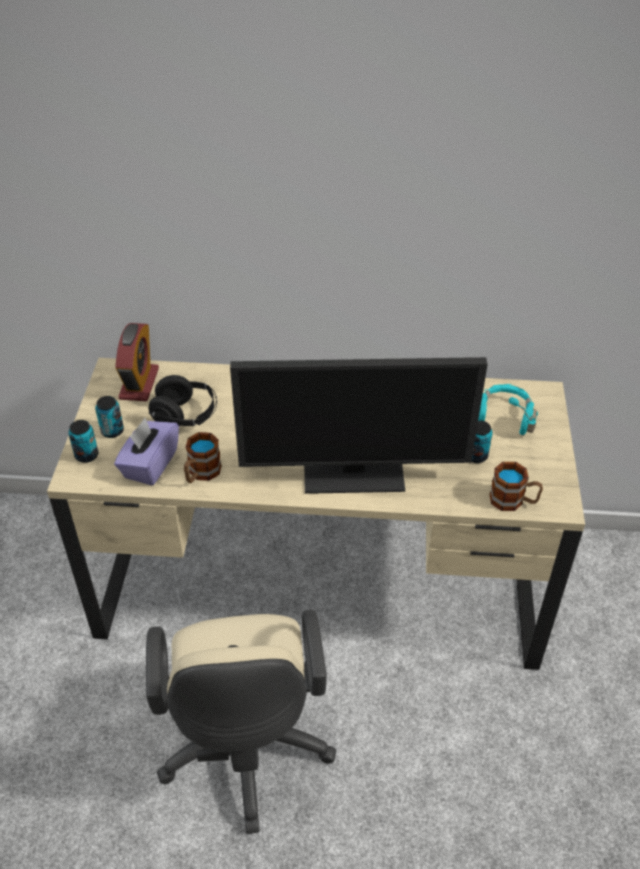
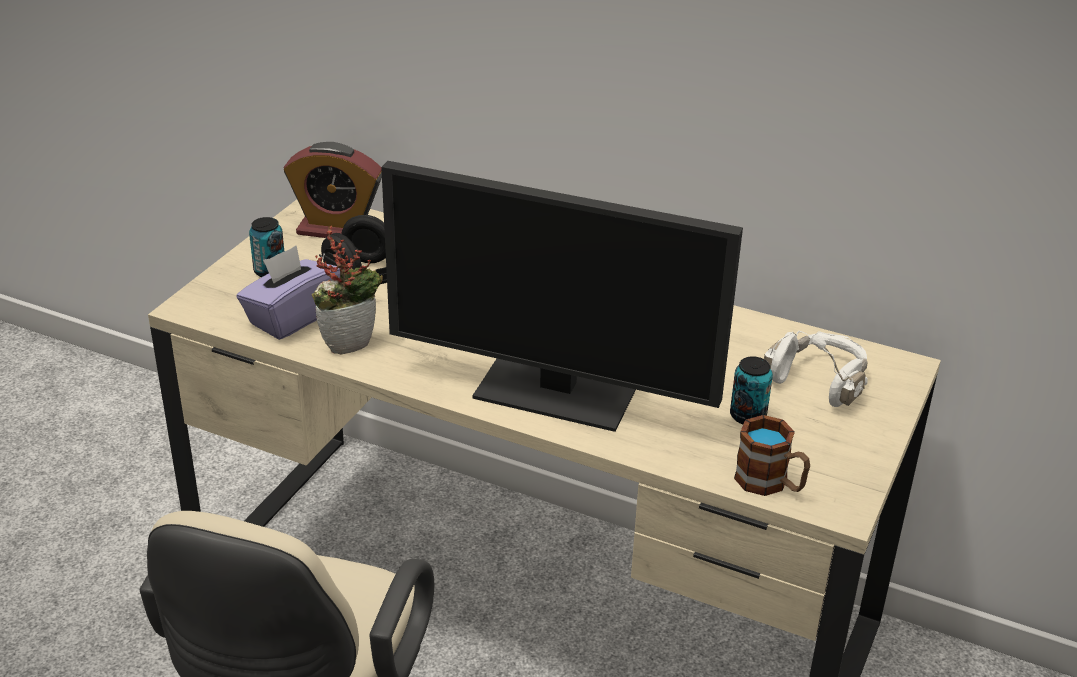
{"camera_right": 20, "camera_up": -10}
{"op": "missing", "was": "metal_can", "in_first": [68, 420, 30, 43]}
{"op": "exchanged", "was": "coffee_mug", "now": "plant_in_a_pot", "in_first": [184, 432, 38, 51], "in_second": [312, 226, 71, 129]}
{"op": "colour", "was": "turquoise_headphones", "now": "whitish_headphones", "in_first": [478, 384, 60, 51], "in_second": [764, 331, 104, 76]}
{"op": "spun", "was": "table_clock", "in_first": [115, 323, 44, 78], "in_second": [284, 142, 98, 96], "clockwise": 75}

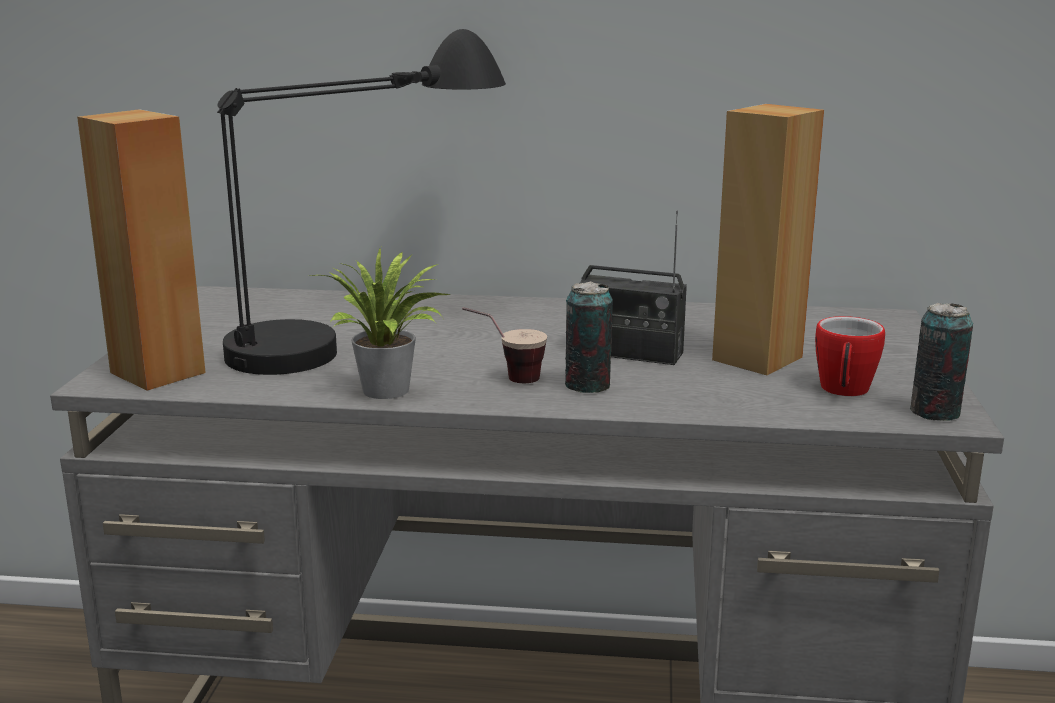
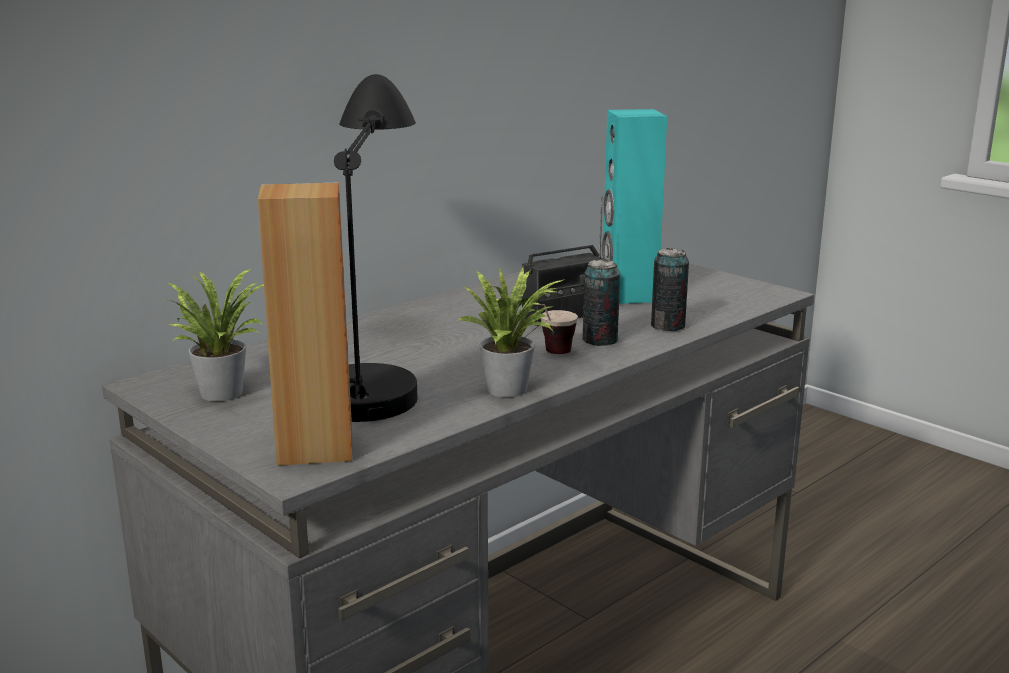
{"camera_right": -50, "camera_up": 0}
{"op": "missing", "was": "coffee_mug", "in_first": [815, 316, 70, 80]}
{"op": "appeared", "now": "plant_in_a_pot", "in_second": [165, 268, 99, 134]}
{"op": "relocated", "was": "metal_can", "in_first": [910, 303, 63, 118], "in_second": [651, 248, 38, 83]}
{"op": "colour", "was": "brownish_speaker", "now": "turquoise_speaker", "in_first": [712, 104, 112, 271], "in_second": [602, 109, 65, 195]}

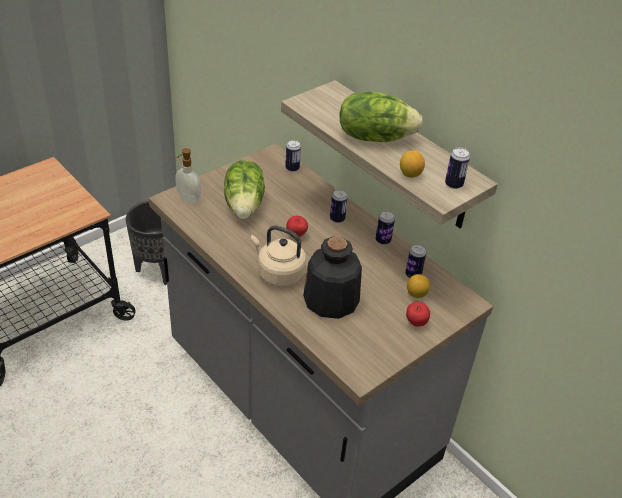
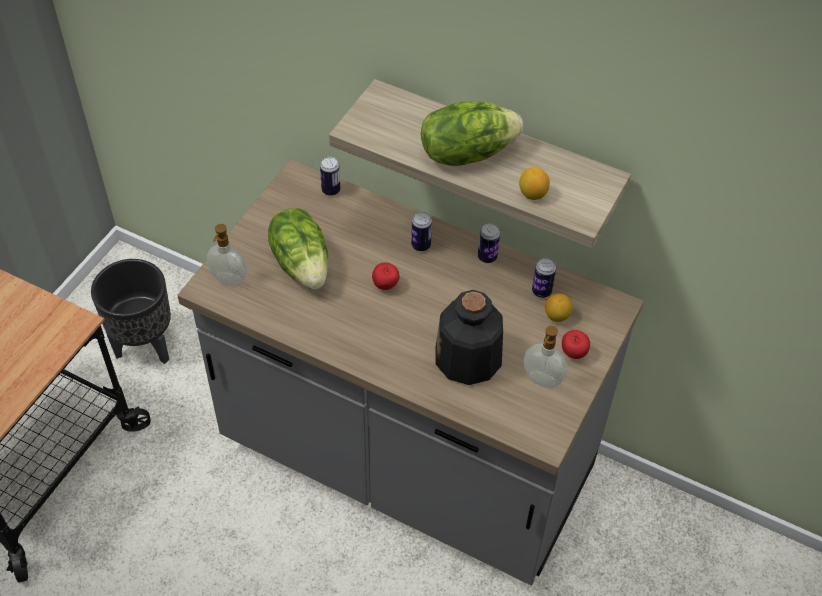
{"camera_right": -20, "camera_up": 10}
{"op": "missing", "was": "beige-coloured_water_kettle", "in_first": [251, 226, 55, 60]}
{"op": "missing", "was": "metal_can", "in_first": [445, 147, 25, 42]}
{"op": "appeared", "now": "soap_bottle", "in_second": [524, 326, 43, 62]}

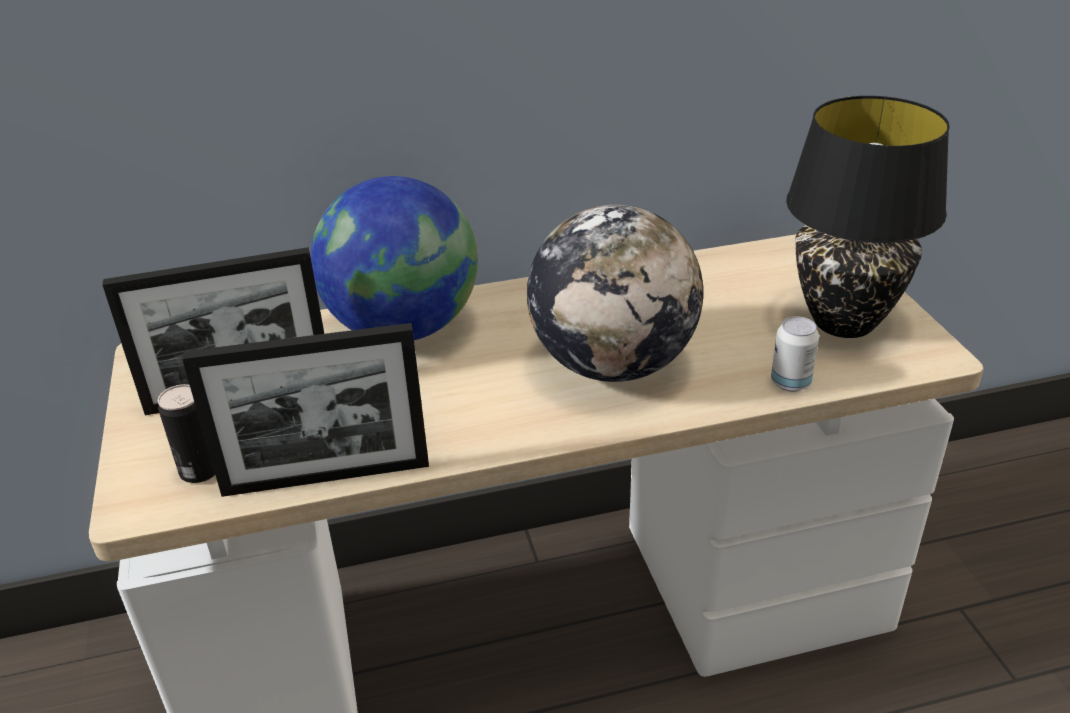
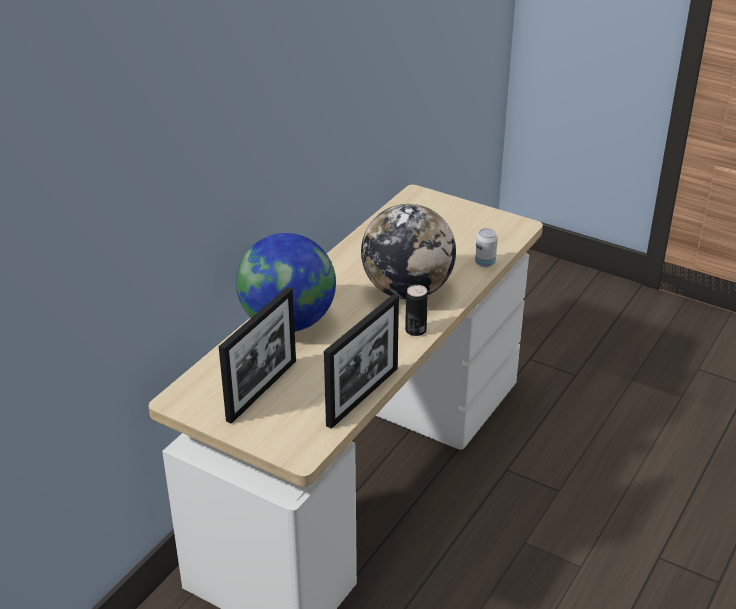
{"camera_right": -45, "camera_up": 0}
{"op": "missing", "was": "black-coloured_tabletop_lamp", "in_first": [786, 96, 164, 242]}
{"op": "relocated", "was": "metal_can", "in_first": [158, 384, 57, 99], "in_second": [405, 285, 23, 51]}

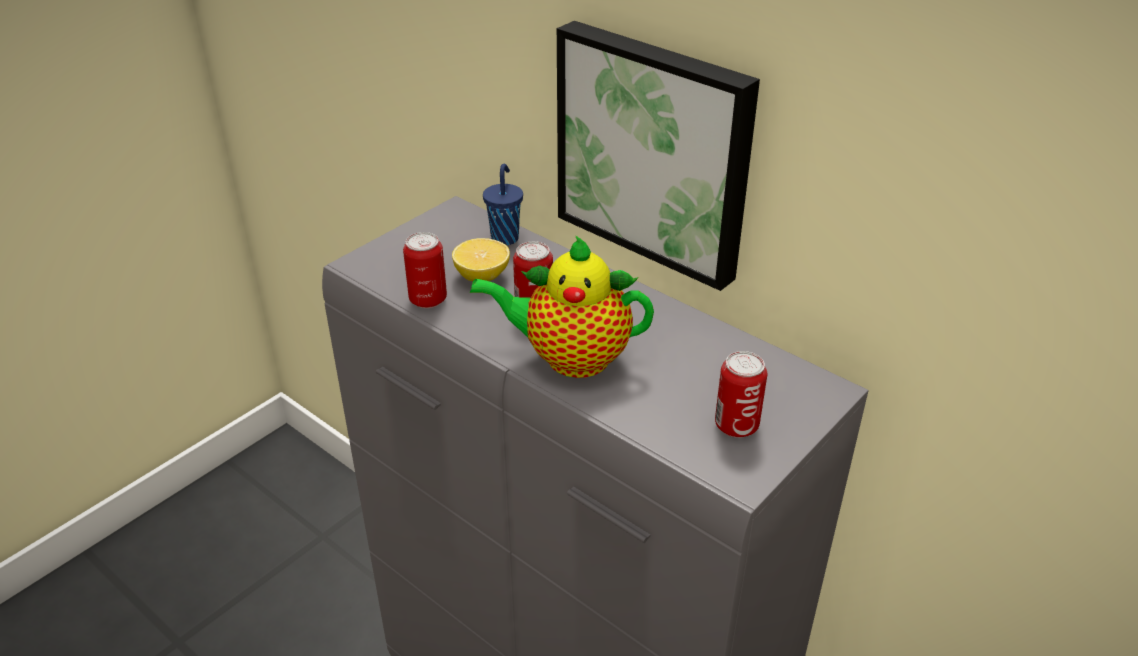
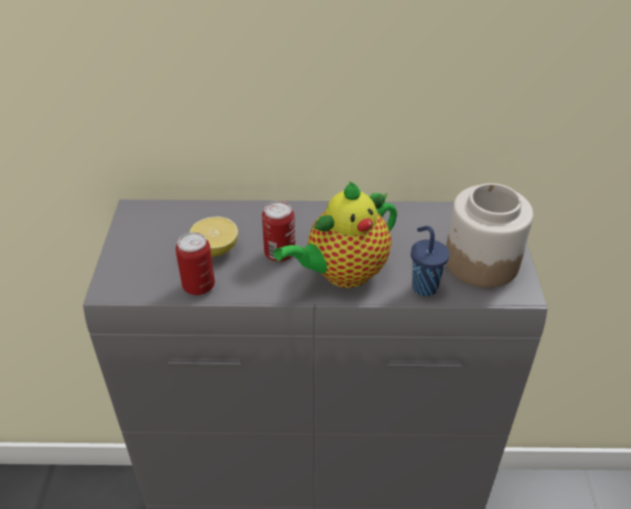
{"camera_right": -40, "camera_up": 5}
{"op": "missing", "was": "picture", "in_first": [557, 21, 203, 270]}
{"op": "relocated", "was": "bluish_cup", "in_first": [483, 164, 40, 82], "in_second": [411, 226, 39, 70]}
{"op": "exchanged", "was": "metal_can", "now": "preserve_jar", "in_first": [715, 351, 53, 87], "in_second": [446, 183, 87, 105]}

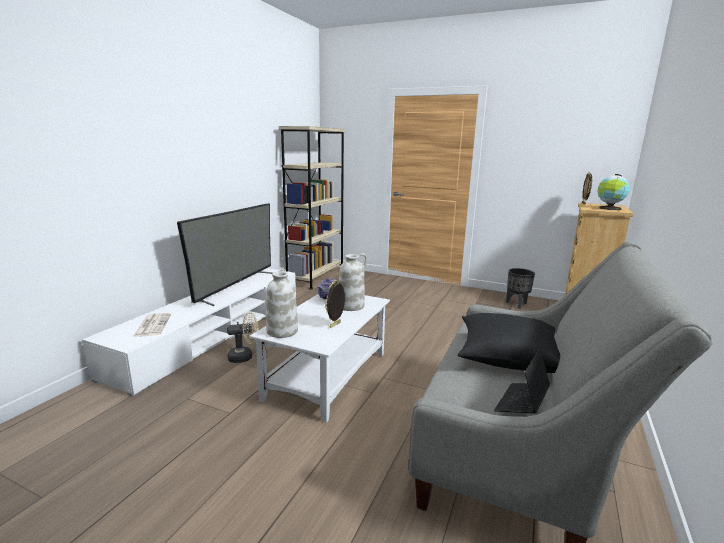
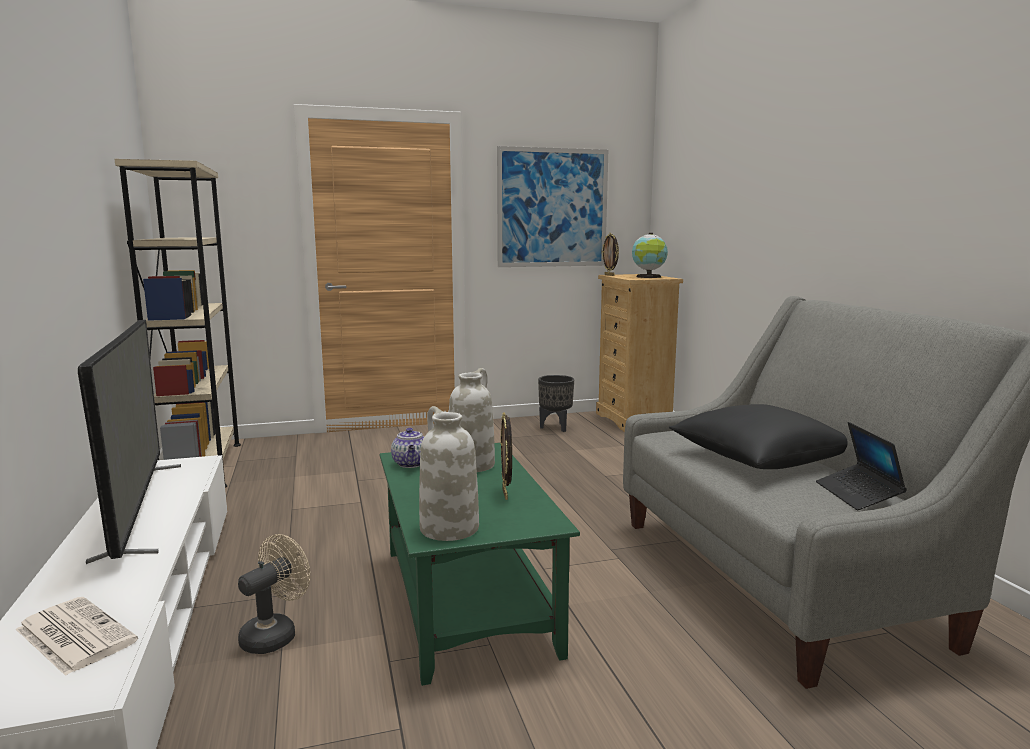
{"camera_right": -40, "camera_up": -5}
{"op": "appeared", "now": "picture", "in_second": [497, 146, 111, 121]}
{"op": "colour", "was": "whitish_coffee_table", "now": "green_coffee_table", "in_first": [250, 294, 140, 129], "in_second": [380, 443, 200, 243]}

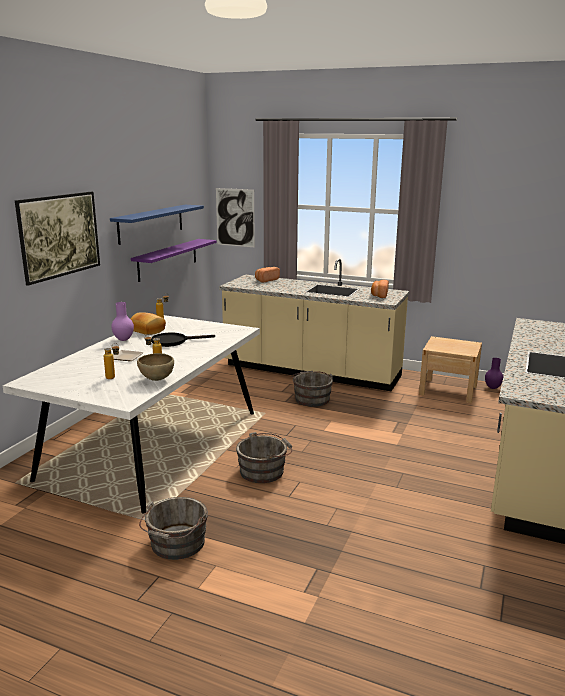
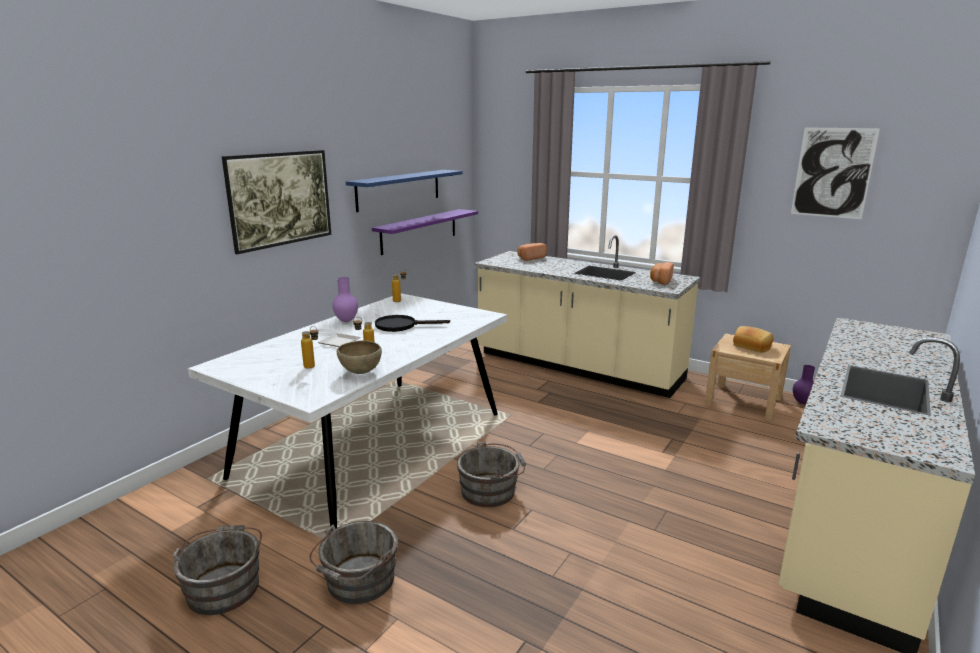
{"camera_right": 10, "camera_up": 0}
{"op": "relocated", "was": "bakery_bread", "in_first": [130, 313, 36, 22], "in_second": [733, 326, 41, 27]}
{"op": "relocated", "was": "picture", "in_first": [216, 188, 39, 59], "in_second": [791, 127, 89, 92]}
{"op": "relocated", "was": "gray_pail", "in_first": [292, 371, 41, 36], "in_second": [173, 525, 89, 90]}

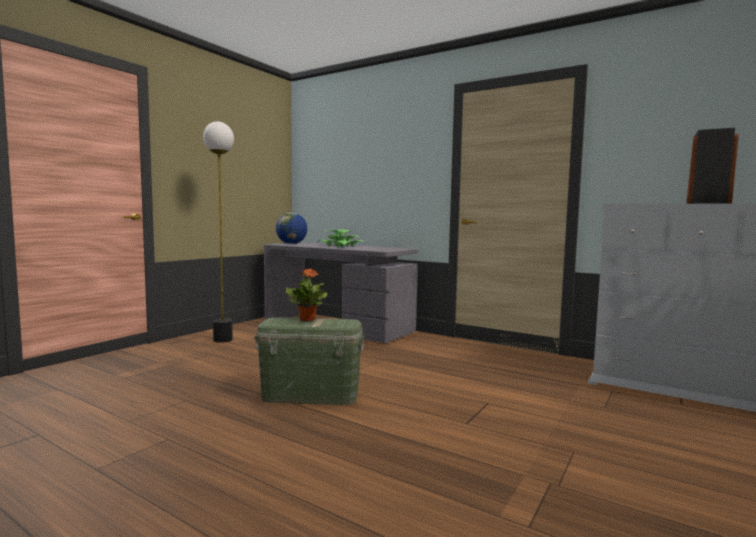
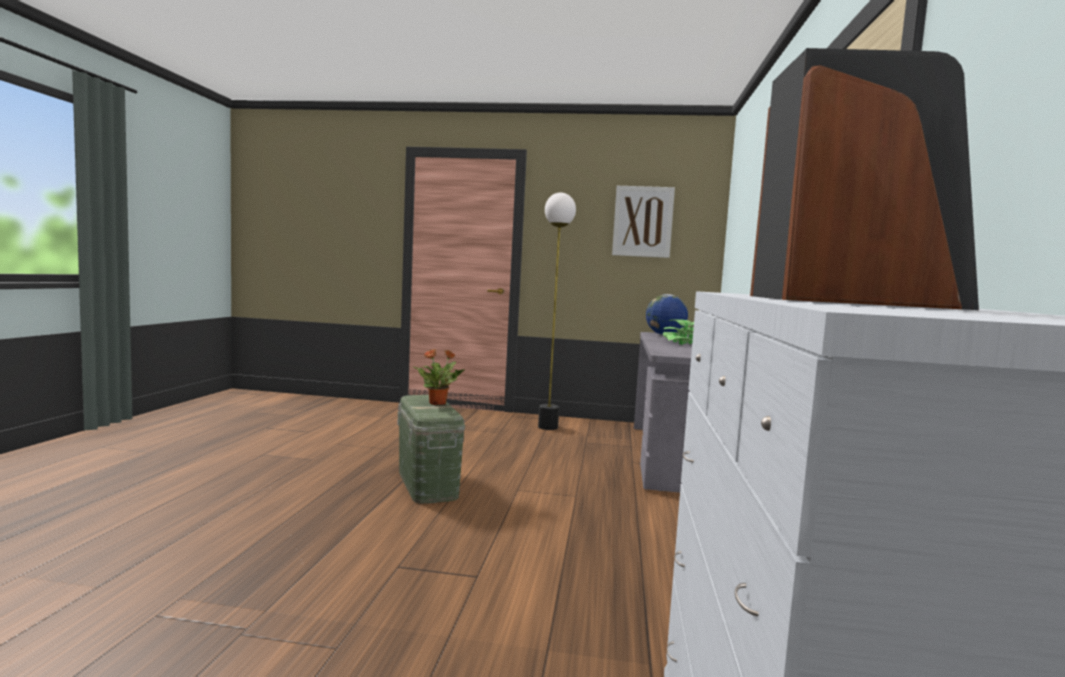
{"camera_right": 65, "camera_up": 0}
{"op": "appeared", "now": "picture", "in_second": [612, 186, 63, 72]}

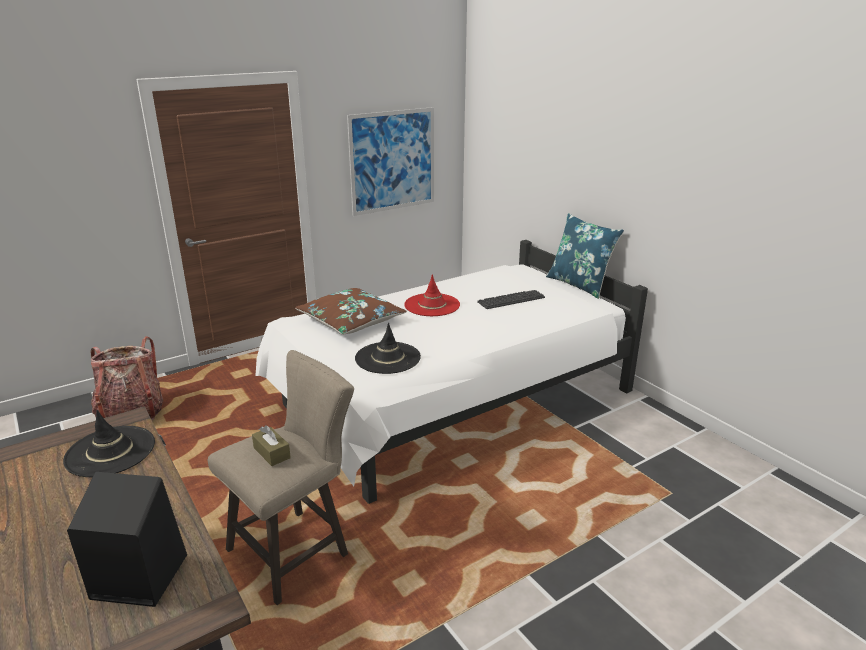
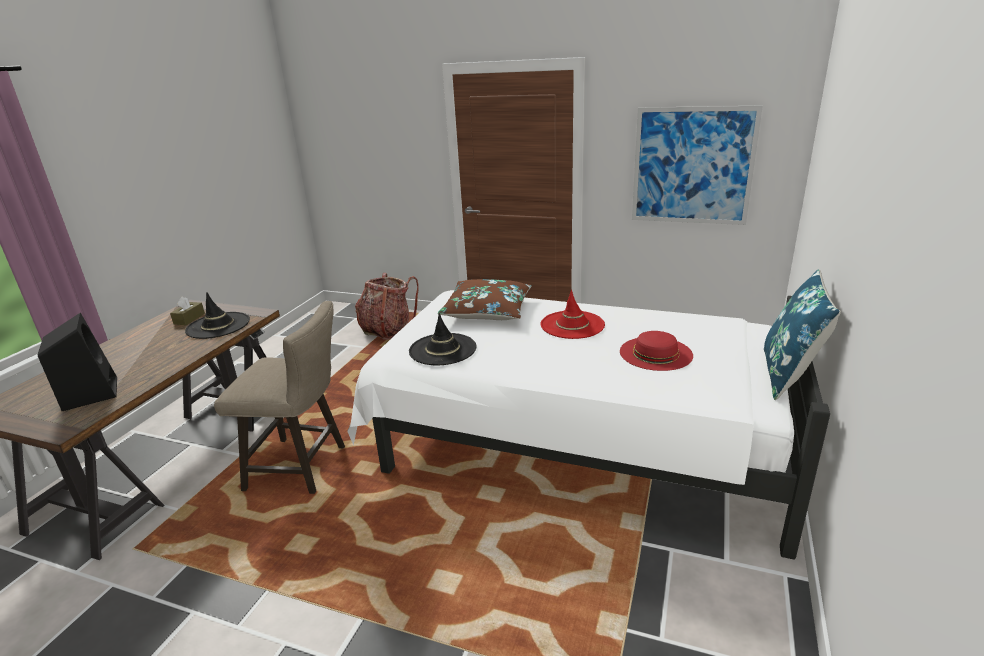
{"camera_right": 55, "camera_up": 0}
{"op": "relocated", "was": "brownish_tissue_box", "in_first": [252, 425, 39, 41], "in_second": [170, 296, 35, 29]}
{"op": "exchanged", "was": "keyboard", "now": "red-coloured_hat", "in_first": [477, 290, 68, 19], "in_second": [620, 331, 73, 40]}

